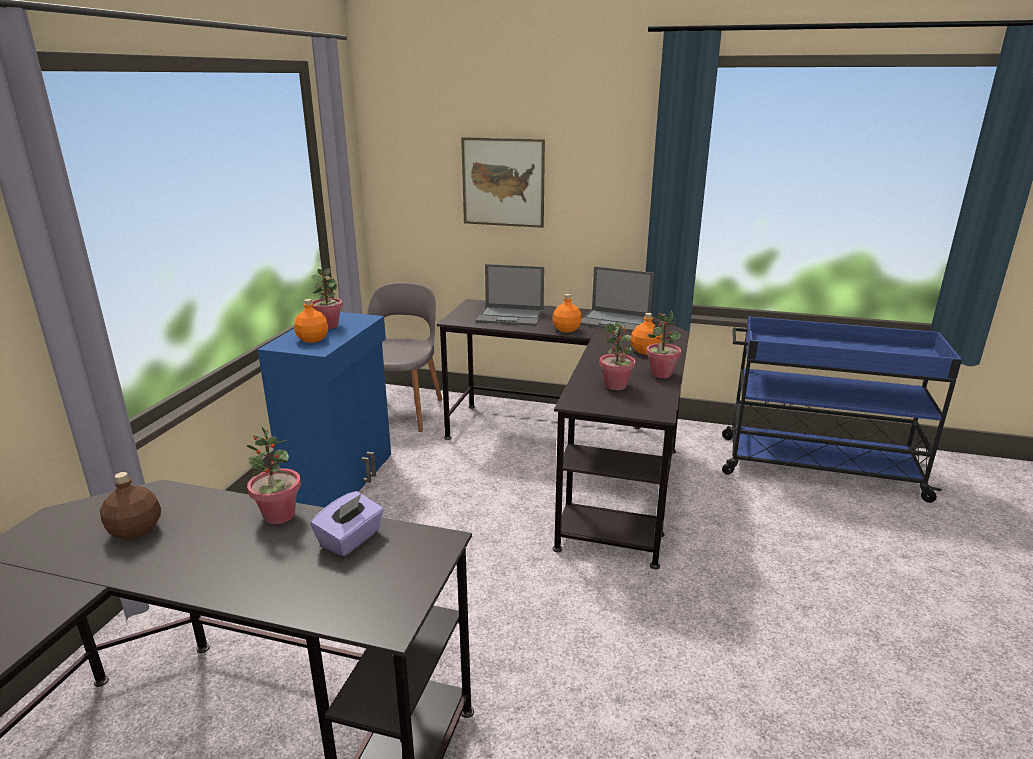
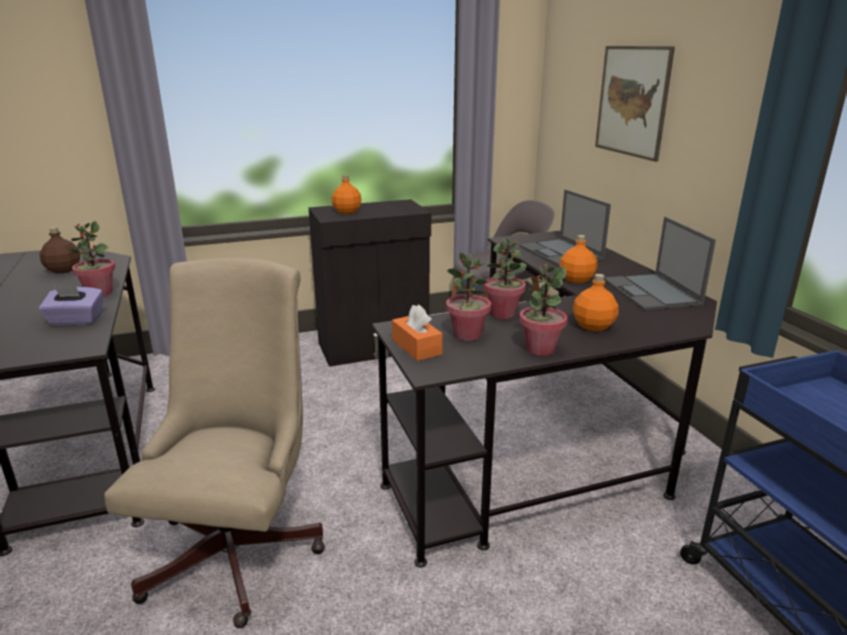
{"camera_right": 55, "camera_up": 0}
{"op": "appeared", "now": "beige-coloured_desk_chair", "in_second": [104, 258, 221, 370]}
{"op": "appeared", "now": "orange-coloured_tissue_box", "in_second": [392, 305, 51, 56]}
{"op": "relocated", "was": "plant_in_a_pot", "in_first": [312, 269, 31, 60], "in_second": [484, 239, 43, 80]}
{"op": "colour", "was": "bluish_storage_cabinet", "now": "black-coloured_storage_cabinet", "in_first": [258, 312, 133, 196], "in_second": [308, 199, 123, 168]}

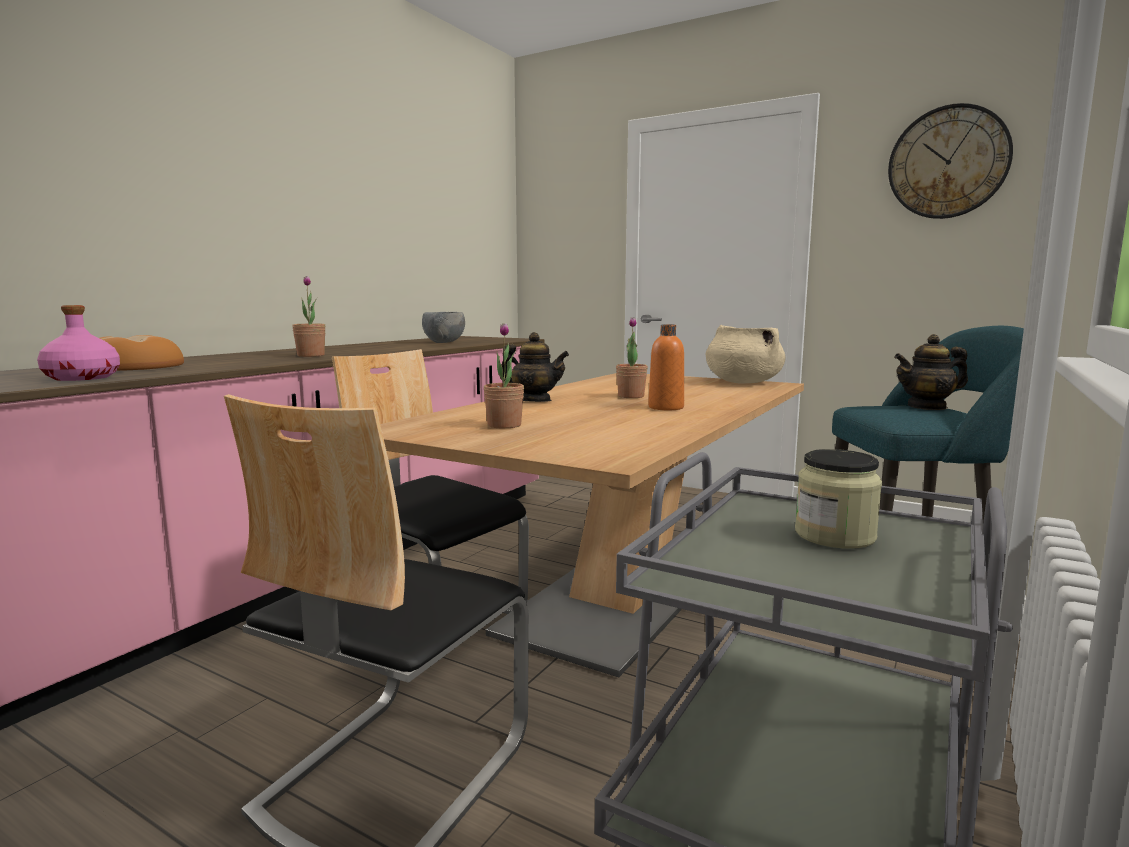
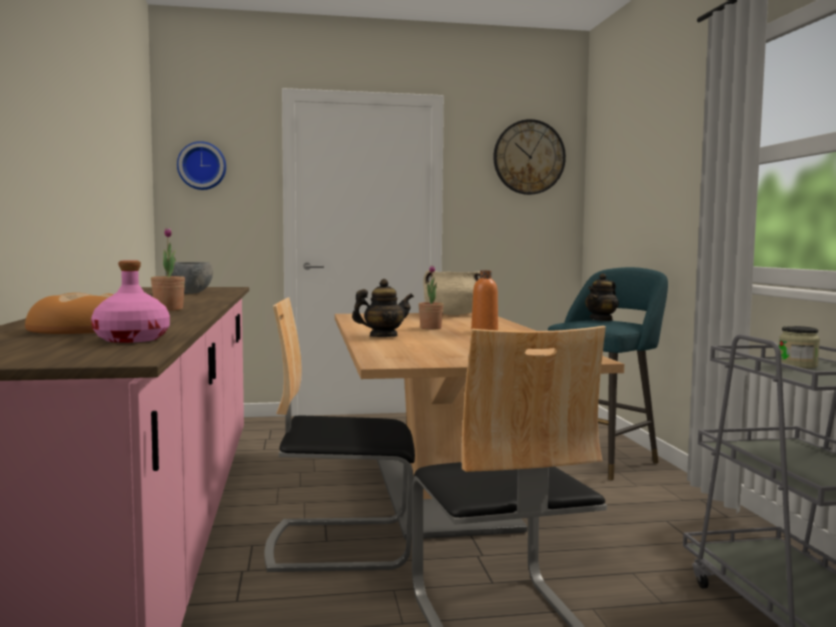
{"camera_right": -40, "camera_up": -5}
{"op": "missing", "was": "plant_in_a_pot", "in_first": [483, 323, 41, 105]}
{"op": "appeared", "now": "clock_on_the_wall", "in_second": [177, 141, 49, 49]}

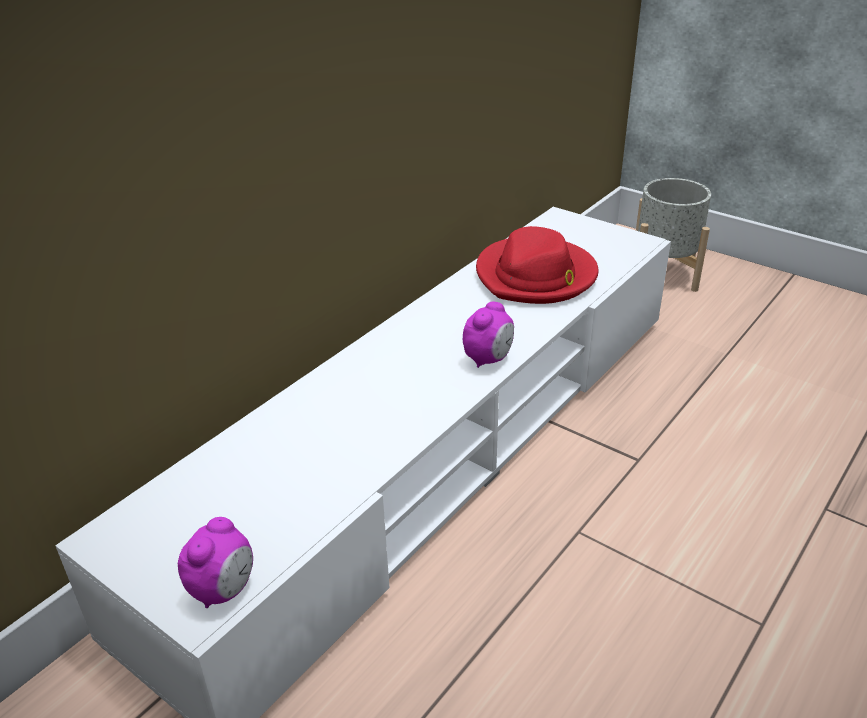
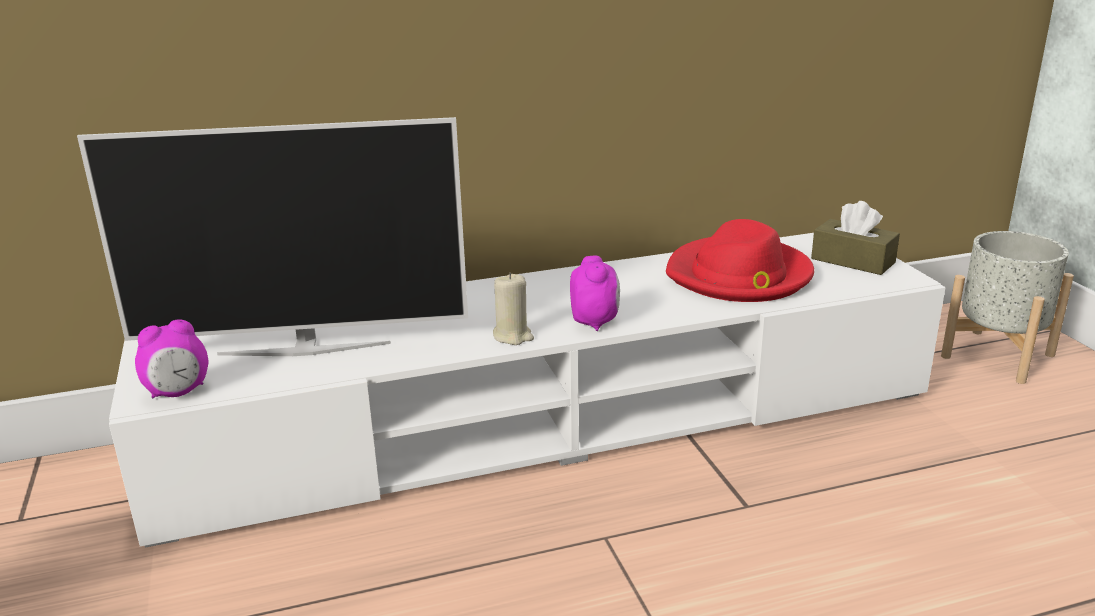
{"camera_right": 35, "camera_up": -10}
{"op": "appeared", "now": "TV", "in_second": [77, 117, 391, 239]}
{"op": "appeared", "now": "beige-coloured_wax_light", "in_second": [493, 273, 41, 72]}
{"op": "appeared", "now": "brownish_tissue_box", "in_second": [811, 201, 89, 74]}
{"op": "spun", "was": "table_clock", "in_first": [463, 301, 51, 67], "in_second": [570, 256, 50, 75], "clockwise": -75}

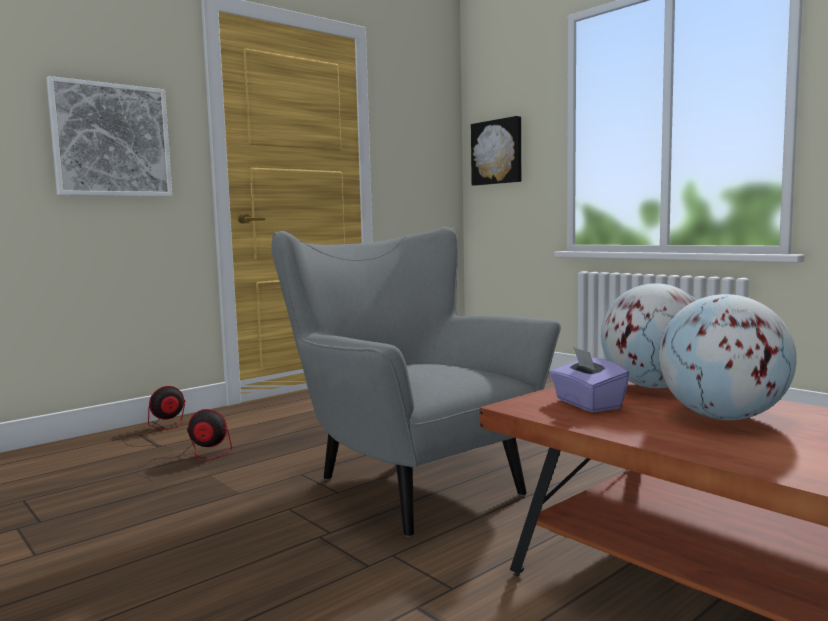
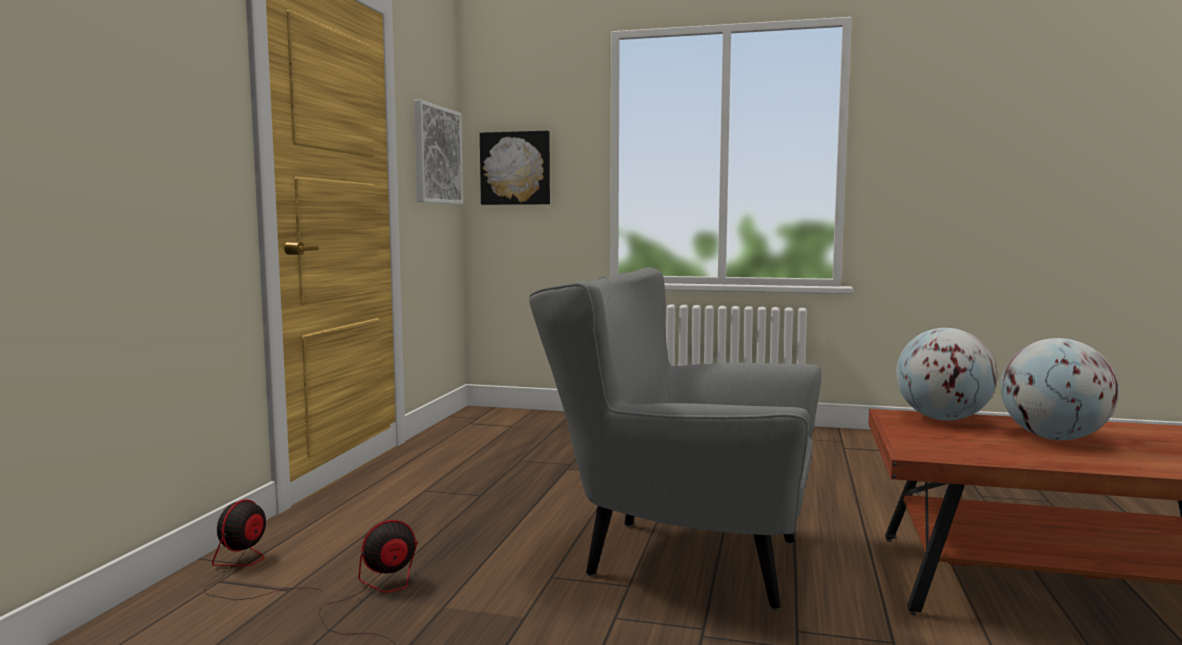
{"camera_right": -35, "camera_up": 0}
{"op": "missing", "was": "purplish_tissue_box", "in_first": [550, 347, 79, 65]}
{"op": "relocated", "was": "picture", "in_first": [46, 76, 126, 120], "in_second": [414, 100, 49, 104]}

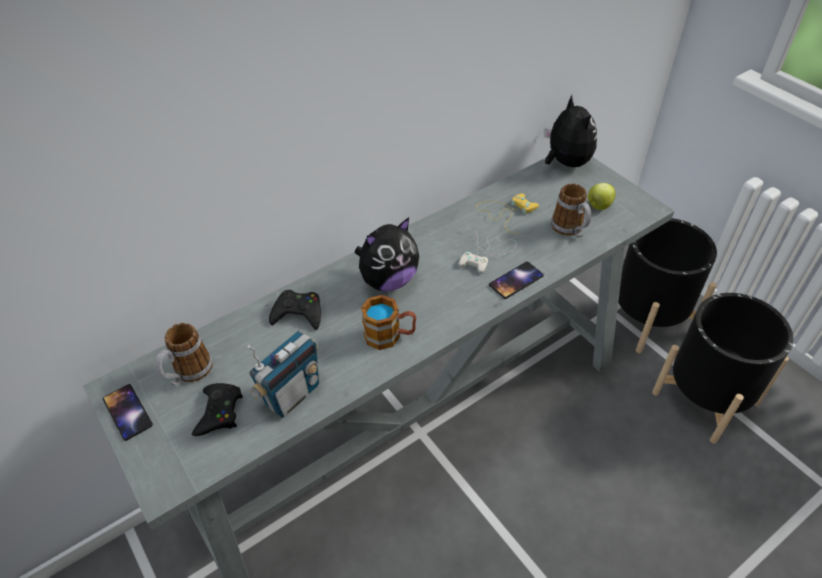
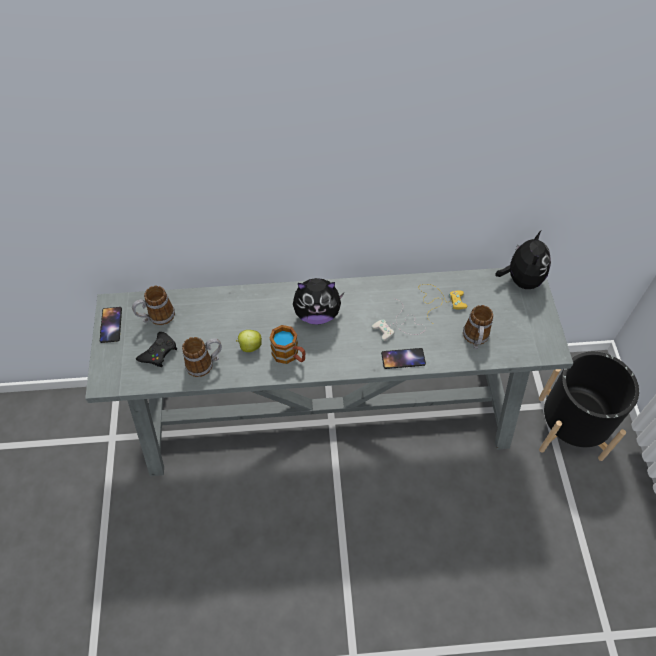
{"camera_right": 30, "camera_up": 10}
{"op": "missing", "was": "black-coloured_game_controller", "in_first": [269, 290, 52, 40]}
{"op": "missing", "was": "black-coloured_planter", "in_first": [652, 293, 141, 151]}
{"op": "relocated", "was": "apple", "in_first": [588, 183, 28, 27], "in_second": [236, 330, 26, 22]}
{"op": "exchanged", "was": "radio_set", "now": "coffee_mug", "in_first": [247, 331, 72, 87], "in_second": [182, 337, 40, 40]}

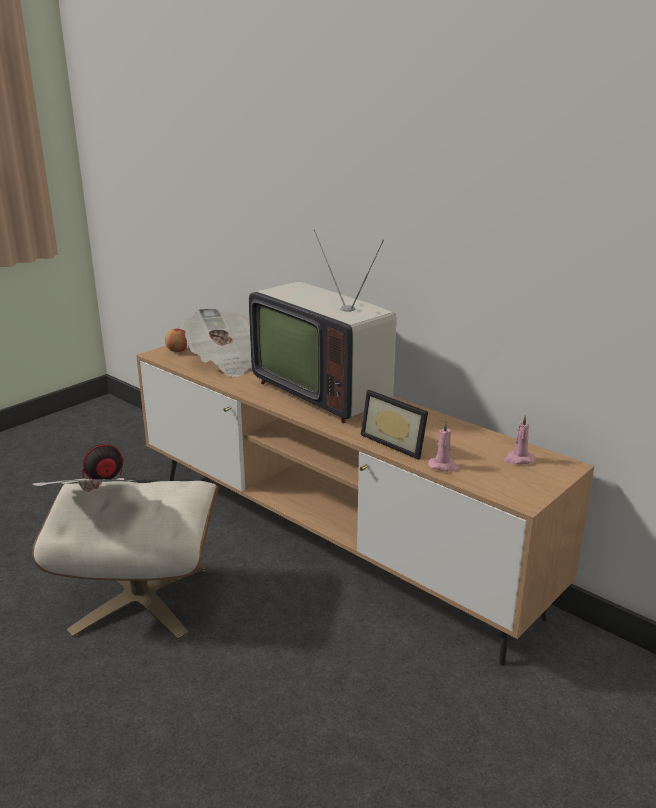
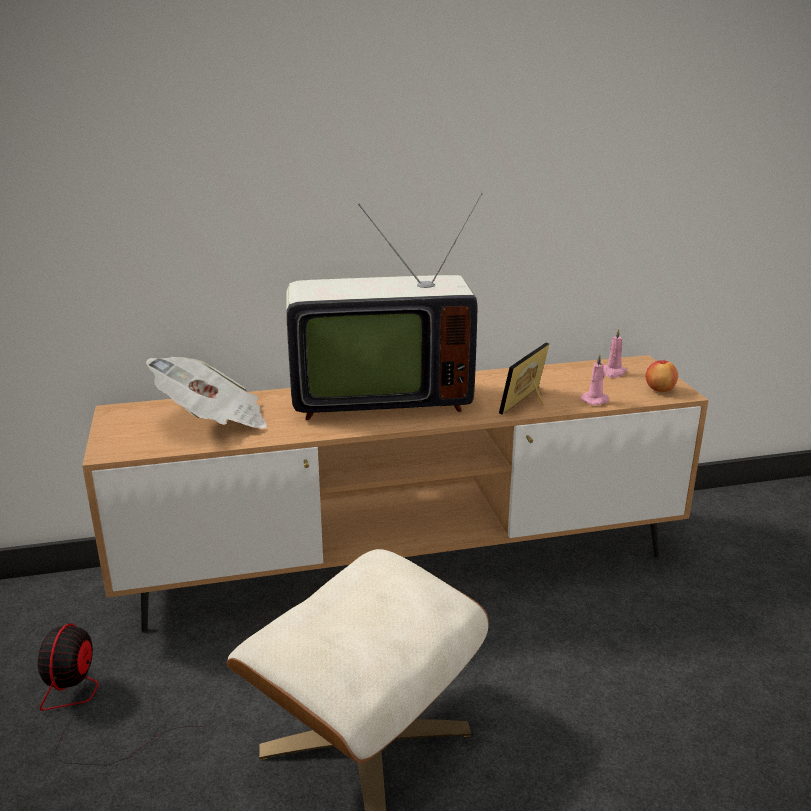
{"camera_right": -55, "camera_up": 0}
{"op": "missing", "was": "daily_paper", "in_first": [33, 478, 106, 14]}
{"op": "relocated", "was": "apple", "in_first": [165, 328, 22, 24], "in_second": [646, 359, 32, 33]}
{"op": "spun", "was": "standing_frame", "in_first": [360, 390, 68, 70], "in_second": [499, 342, 50, 73], "clockwise": 135}

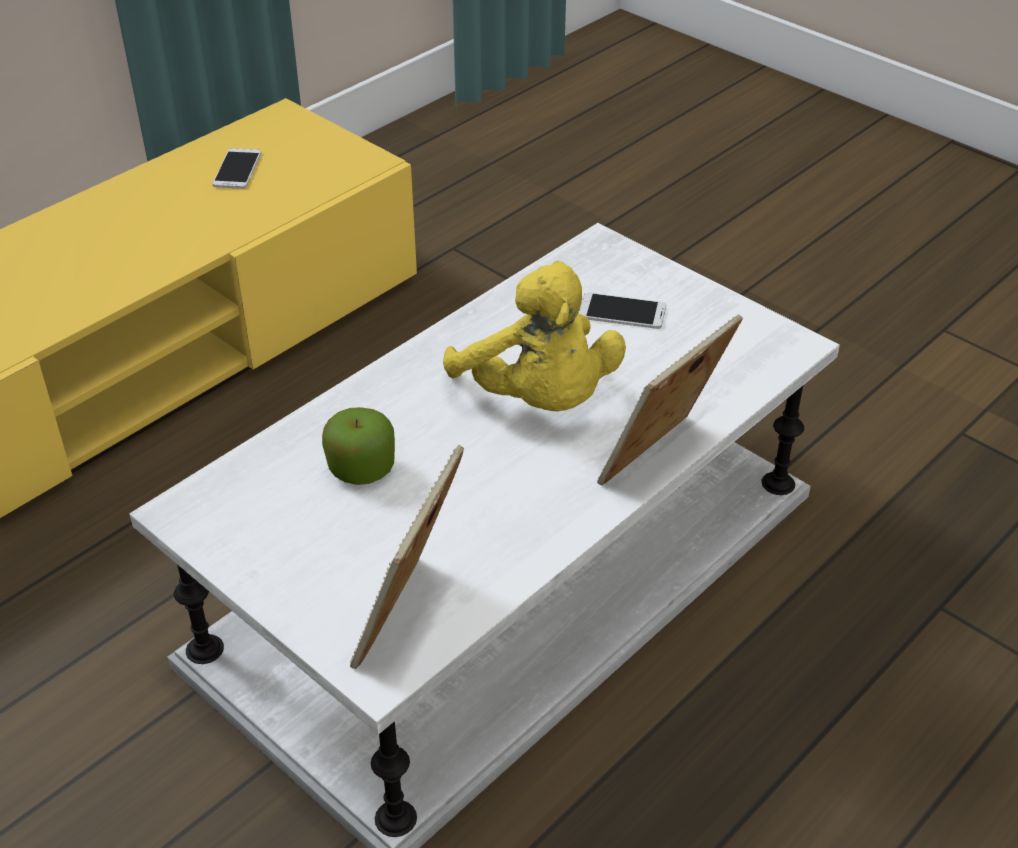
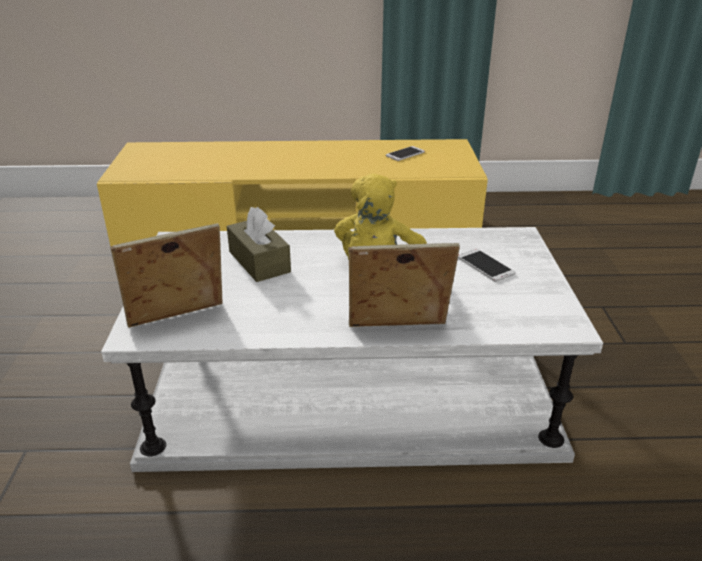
{"camera_right": 45, "camera_up": -10}
{"op": "exchanged", "was": "apple", "now": "brownish_tissue_box", "in_first": [322, 407, 73, 78], "in_second": [227, 207, 64, 75]}

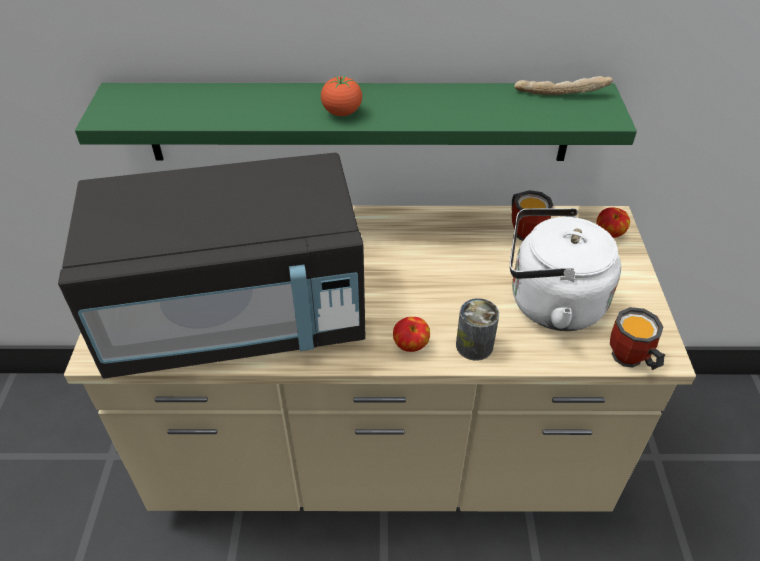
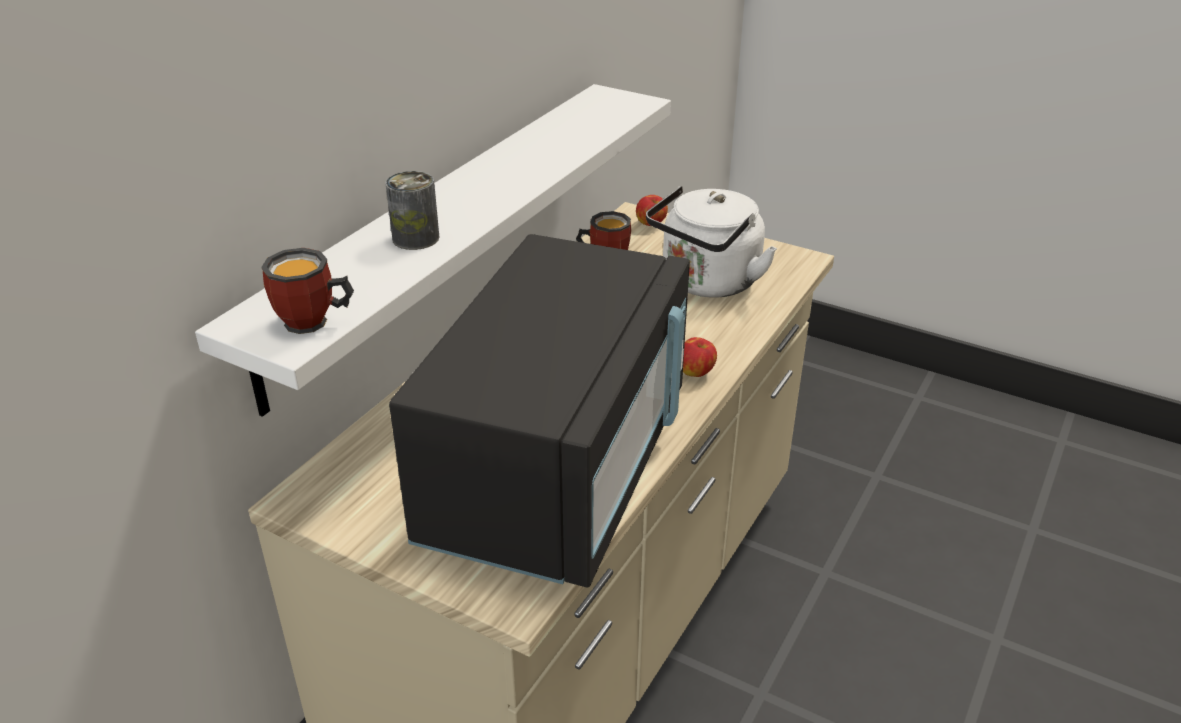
{"camera_right": -60, "camera_up": -10}
{"op": "missing", "was": "fresh_tomato", "in_first": [321, 75, 41, 41]}
{"op": "missing", "was": "bakery_bread", "in_first": [514, 76, 99, 19]}
{"op": "relocated", "was": "metal_can", "in_first": [456, 298, 43, 63], "in_second": [385, 171, 55, 79]}
{"op": "relocated", "was": "coffee_mug", "in_first": [610, 307, 56, 63], "in_second": [261, 248, 93, 86]}
{"op": "colour", "was": "green_shelf", "now": "whitish_shelf", "in_first": [75, 83, 562, 78], "in_second": [195, 84, 476, 333]}

